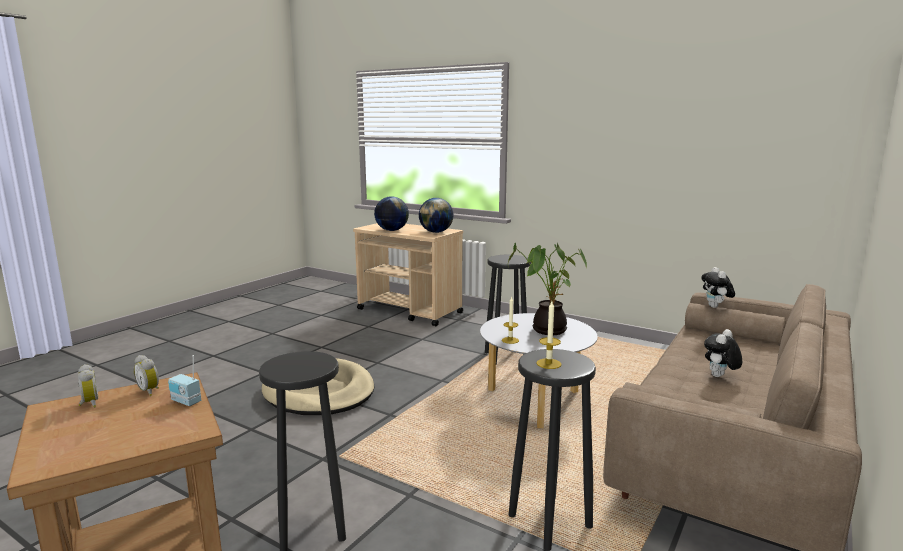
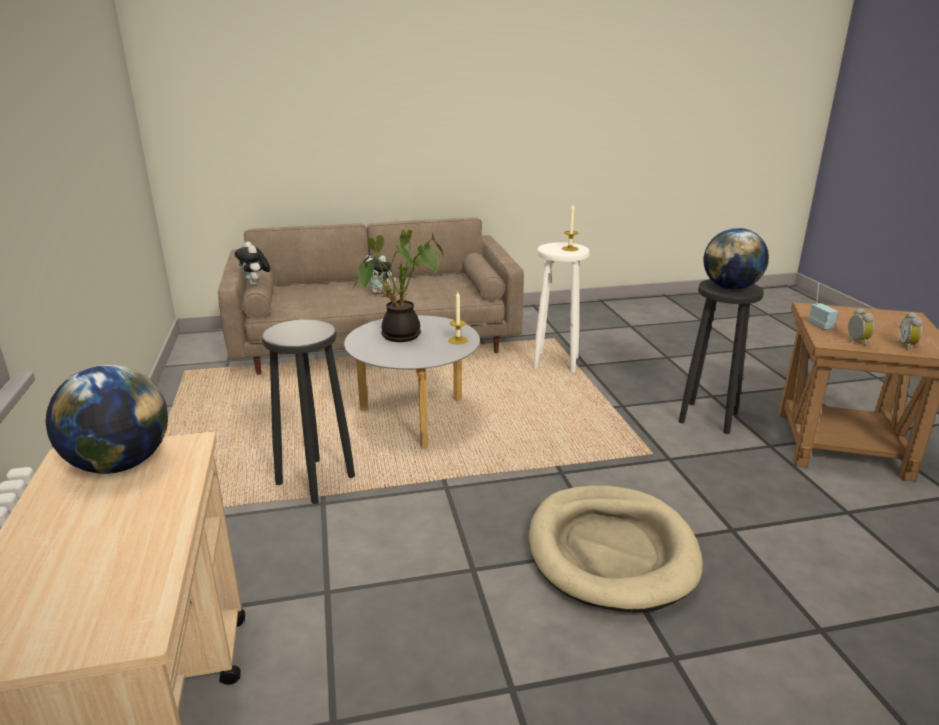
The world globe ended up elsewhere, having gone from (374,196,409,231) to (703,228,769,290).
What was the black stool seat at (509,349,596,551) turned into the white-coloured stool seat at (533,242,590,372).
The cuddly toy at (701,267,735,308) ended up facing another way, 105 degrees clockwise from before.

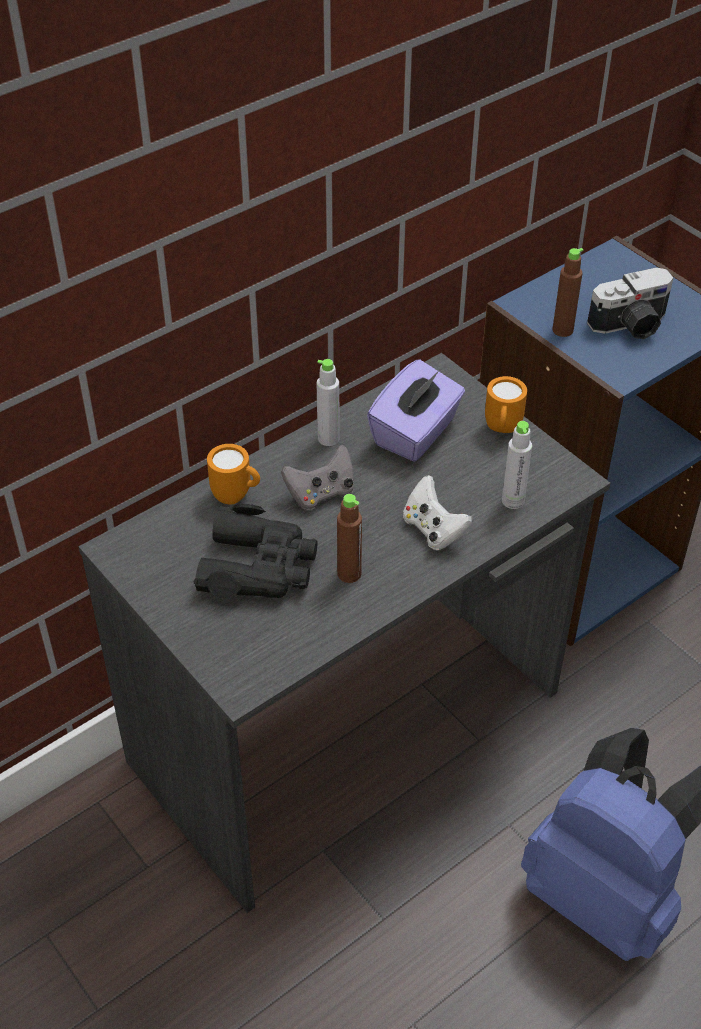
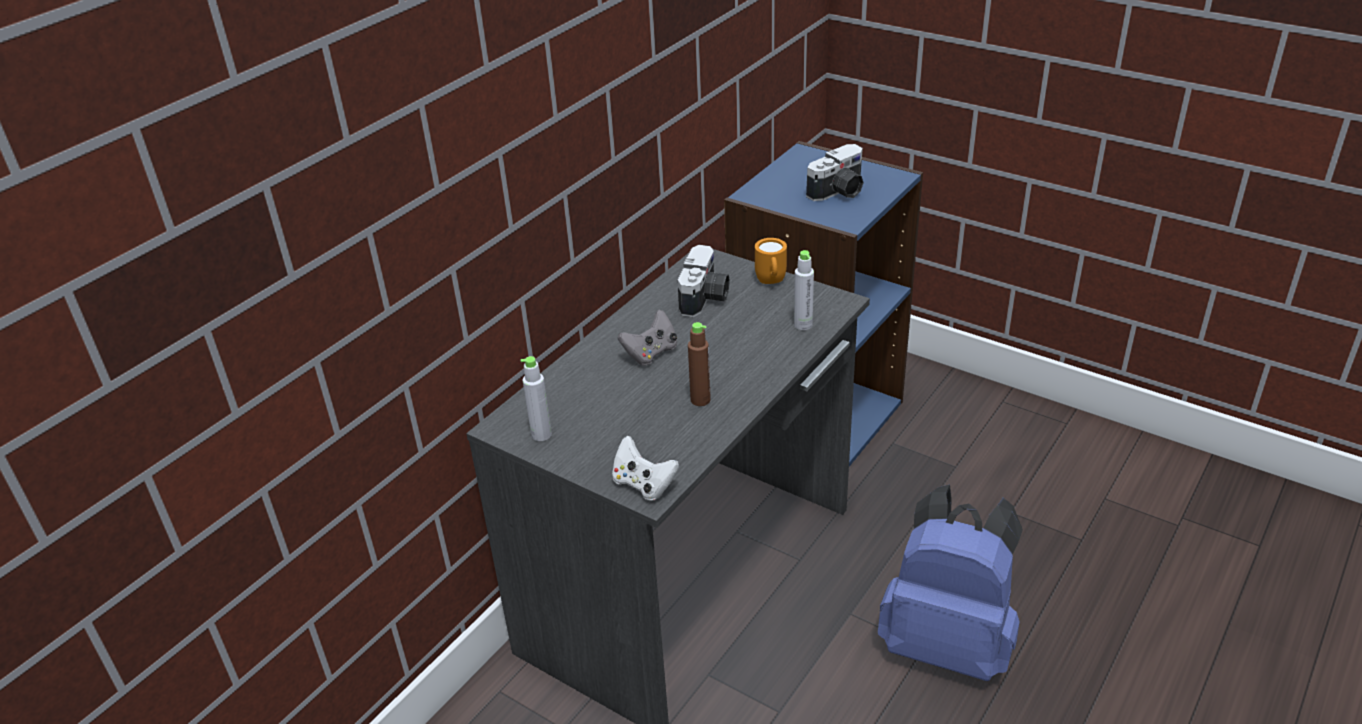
The second view lost the black binoculars at (194,504,318,601).
The second view lost the orange coffee mug at (207,444,260,505).
The second view lost the brownish drink bottle at (553,248,583,337).
The greyish drink bottle ended up elsewhere, having gone from (317,359,340,446) to (521,356,552,441).
The white-coloured gamepad ended up elsewhere, having gone from (403,475,472,550) to (612,436,679,501).
Where the purple-coloured tissue box stood at (367,359,465,462), the still camera came to stand at (678,245,730,317).

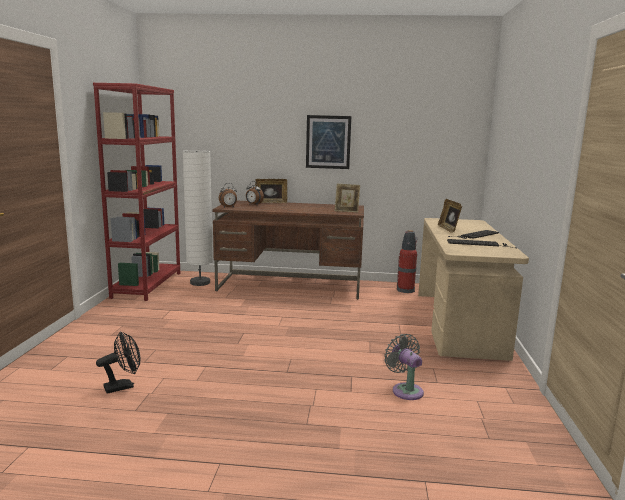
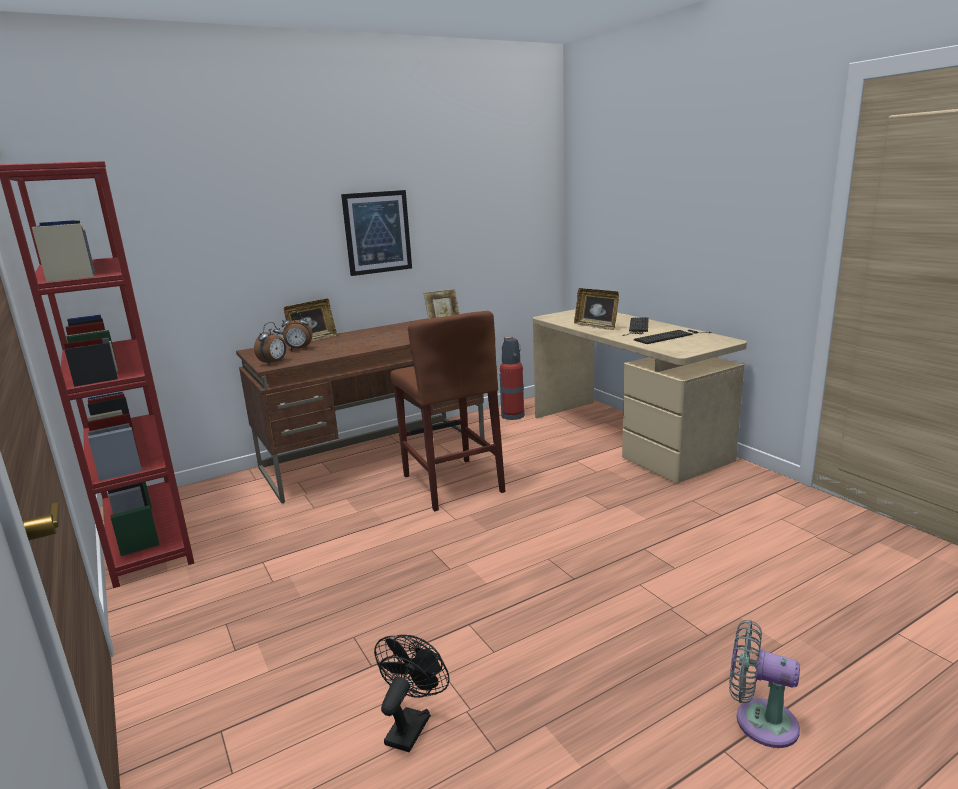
The second view lost the white-coloured standard lamp at (183,150,213,286).
The second view gained the brownish stool seat at (390,311,506,512).
The greyish electric fan ended up elsewhere, having gone from (384,334,424,400) to (729,620,800,748).

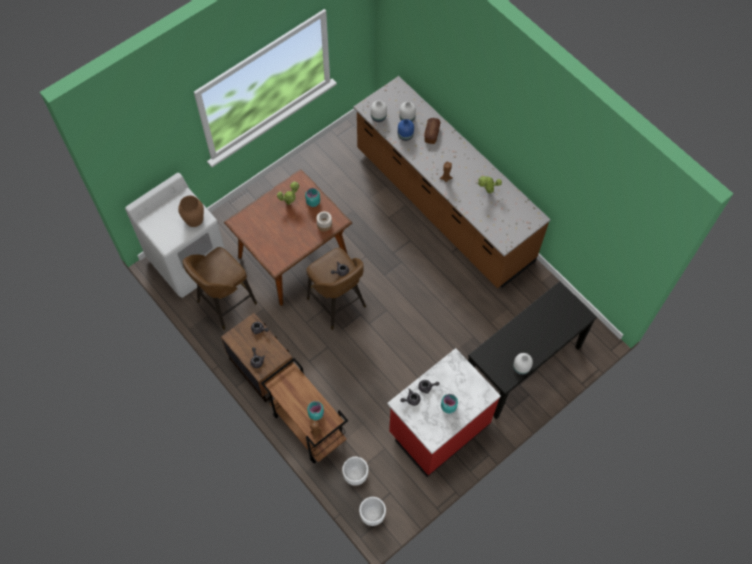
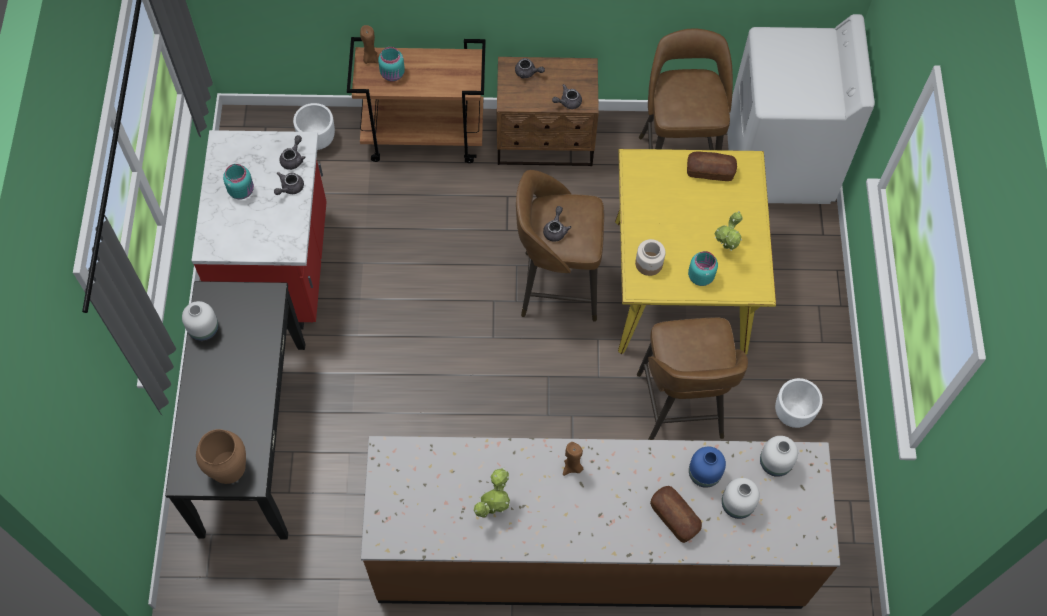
The second view gained the brownish stool seat at (637,317,748,440).
The second view gained the bread at (687,151,737,181).
The brownish decorative vase ended up elsewhere, having gone from (178,196,204,227) to (196,429,246,484).
The white-coloured plant pot ended up elsewhere, having gone from (359,497,386,526) to (775,378,823,428).
What was the brownish kitchen table at (224,169,352,306) turned into the yellow-coloured kitchen table at (615,149,776,354).

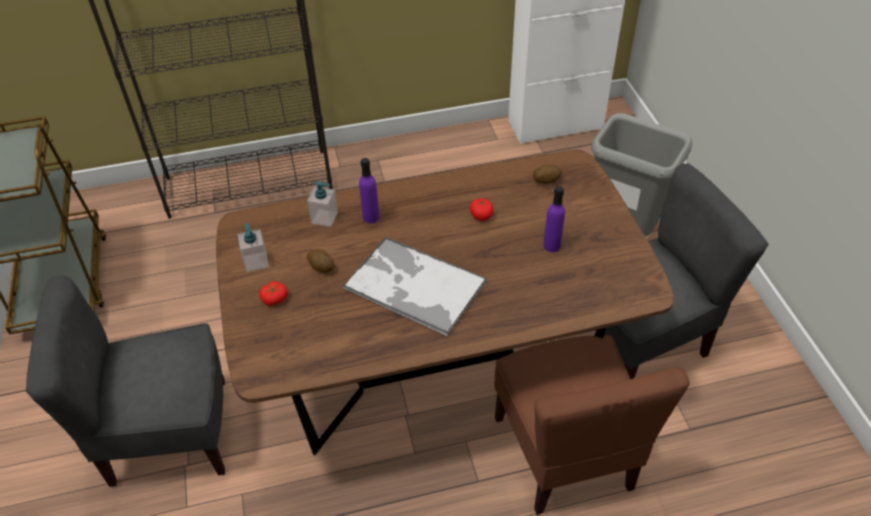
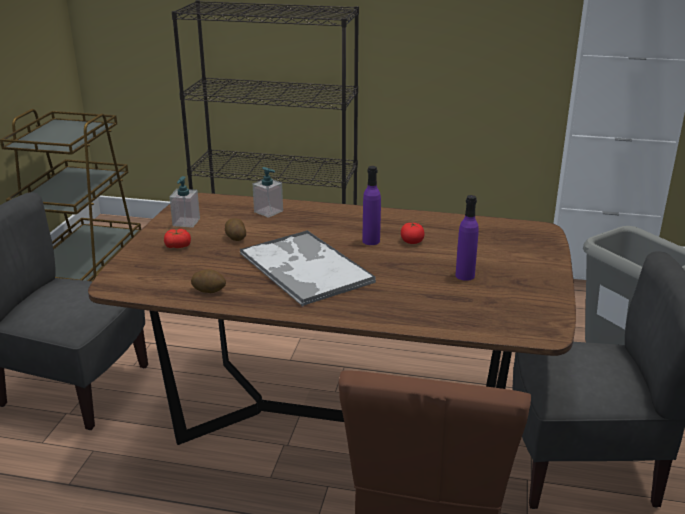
The purple-coloured drink bottle ended up elsewhere, having gone from (359,158,379,223) to (362,166,381,245).
The potato ended up elsewhere, having gone from (533,164,562,184) to (191,269,226,293).

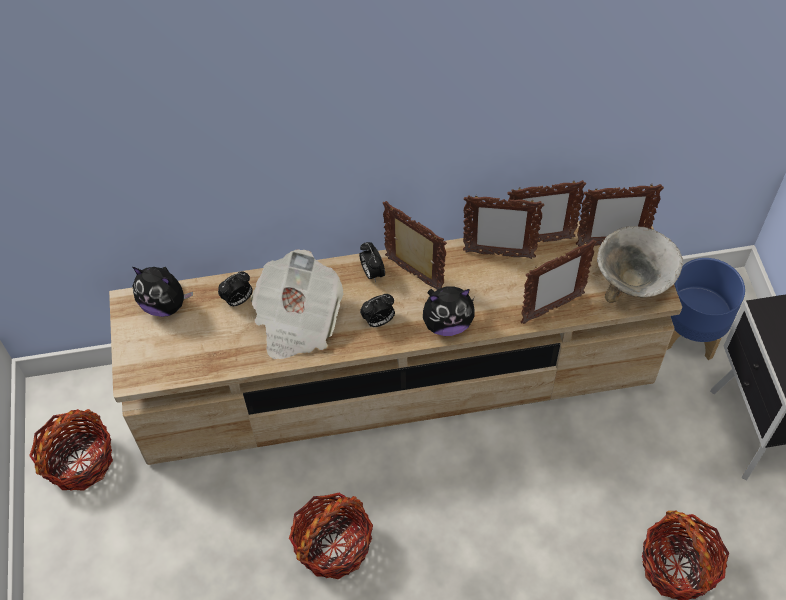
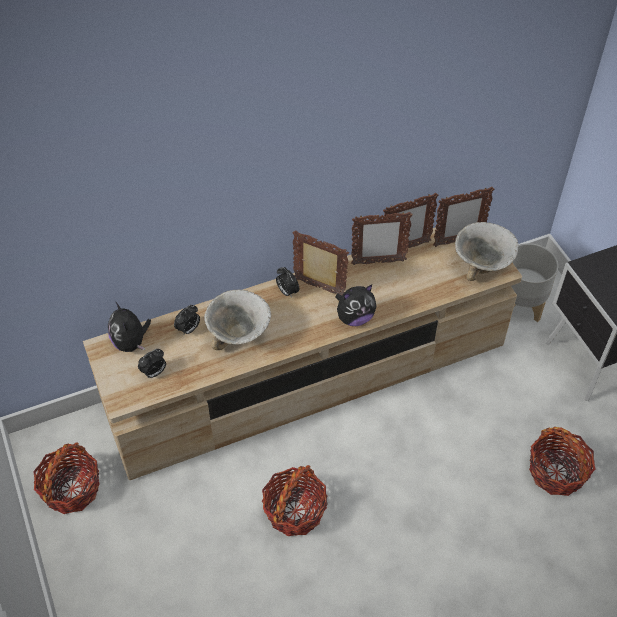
The second view lost the picture frame at (521,239,597,324).
The alarm clock ended up elsewhere, having gone from (360,294,395,327) to (138,349,166,379).
Where the newspaper stood at (251,250,343,359), the bowl came to stand at (204,290,271,350).
What was the blue plant pot at (667,258,745,360) turned into the greyish plant pot at (511,243,558,322).
The cuddly toy at (133,267,193,317) ended up facing another way, 60 degrees clockwise from before.

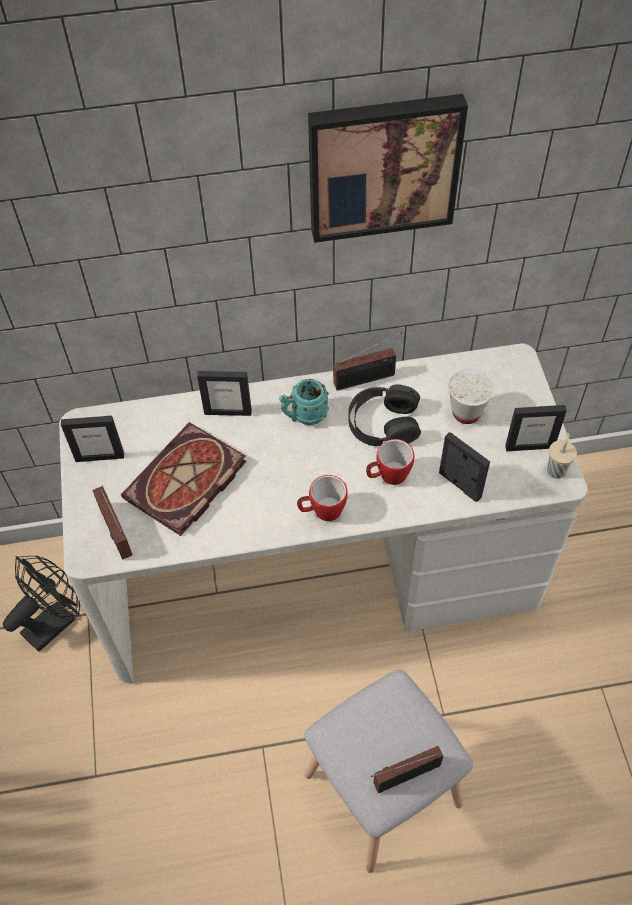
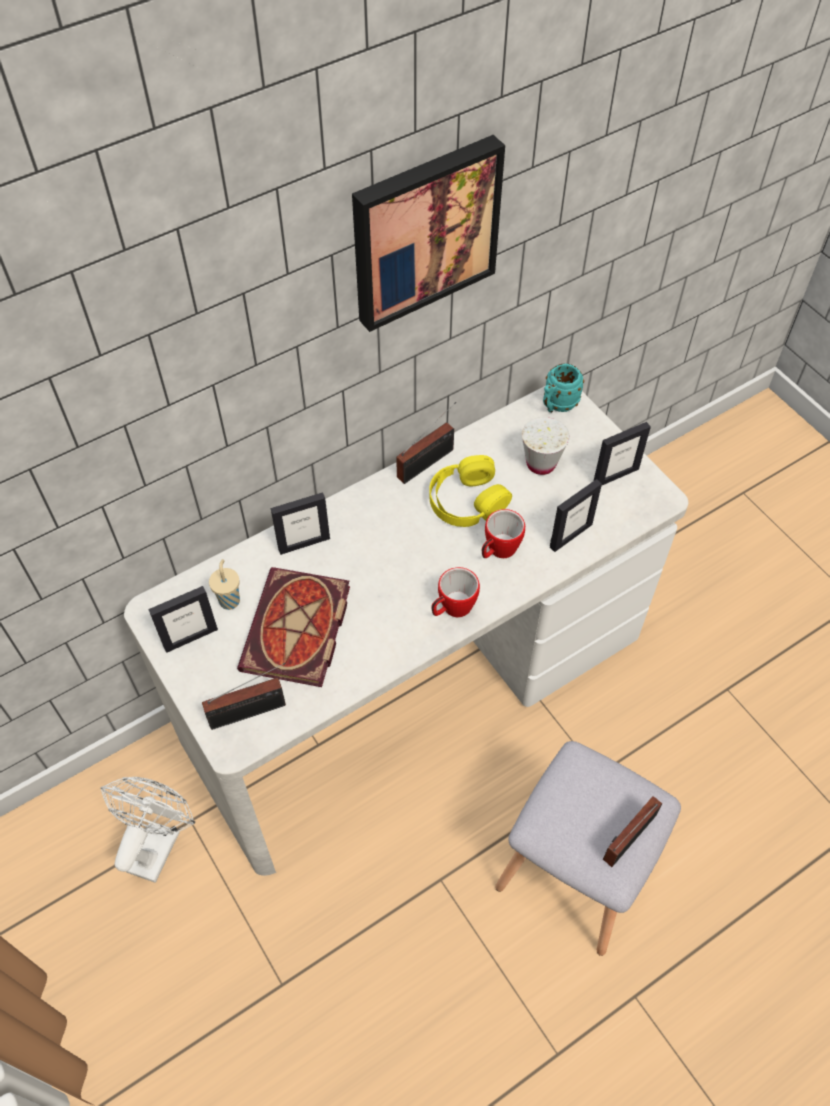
The turquoise-coloured coffee mug ended up elsewhere, having gone from (279,379,329,425) to (543,363,584,413).
The beige-coloured cup ended up elsewhere, having gone from (547,433,577,479) to (209,559,240,610).
What was the black electric fan at (3,555,80,652) turned into the white-coloured electric fan at (100,777,195,883).
What was the black headphones at (348,384,421,446) turned into the yellow-coloured headphones at (429,455,512,527).
The radio set at (92,486,132,560) ended up facing another way, 60 degrees counterclockwise from before.
The picture frame at (439,432,490,502) ended up facing another way, 120 degrees clockwise from before.

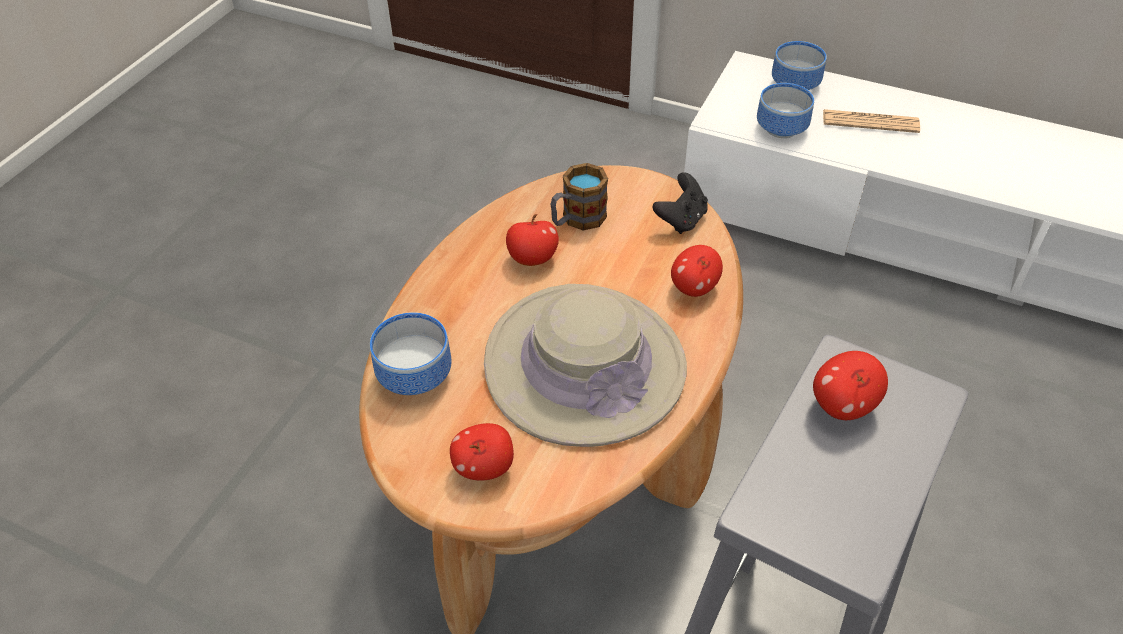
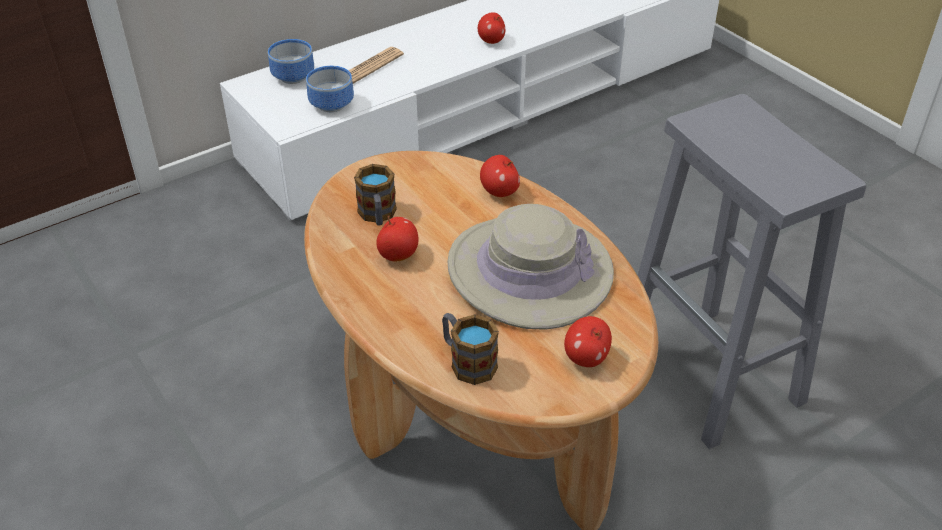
The second view lost the black gamepad at (652,172,708,234).
The whole apple ended up elsewhere, having gone from (813,351,888,420) to (478,12,505,44).
Where the bowl stood at (370,312,452,395), the coffee mug came to stand at (442,313,499,385).

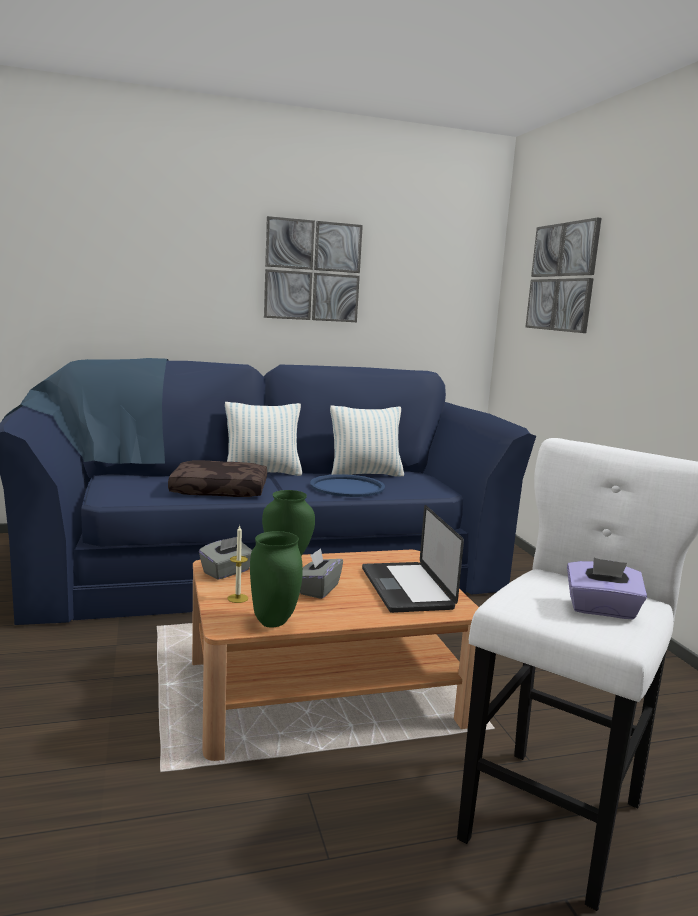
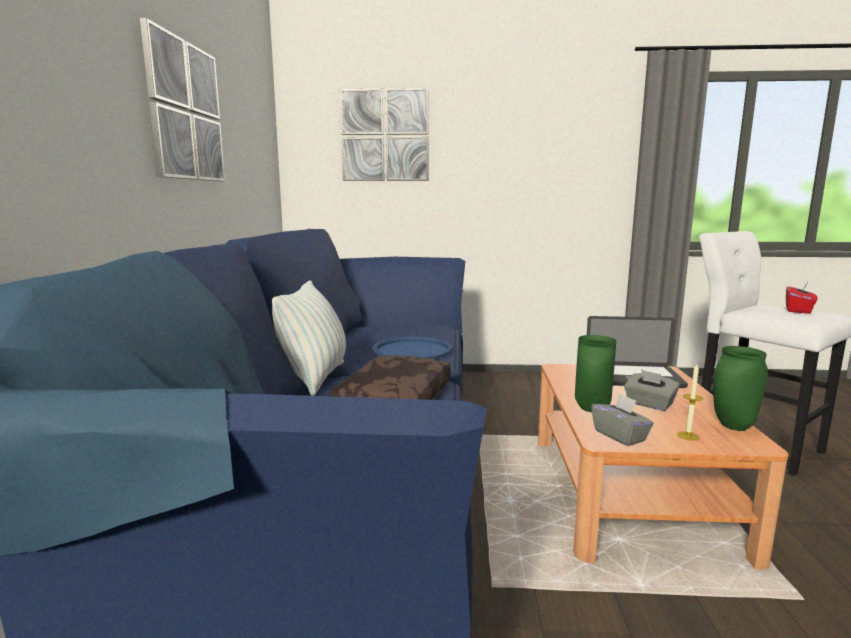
The second view lost the throw pillow at (330,405,404,477).
What was the purple-coloured tissue box at (567,558,647,619) turned into the red-coloured tissue box at (786,282,818,314).

